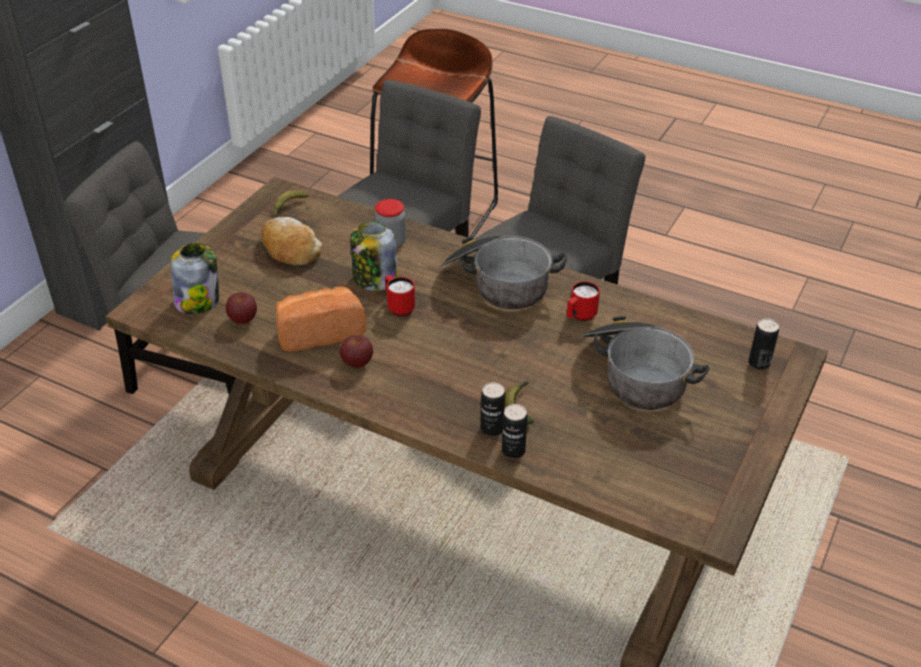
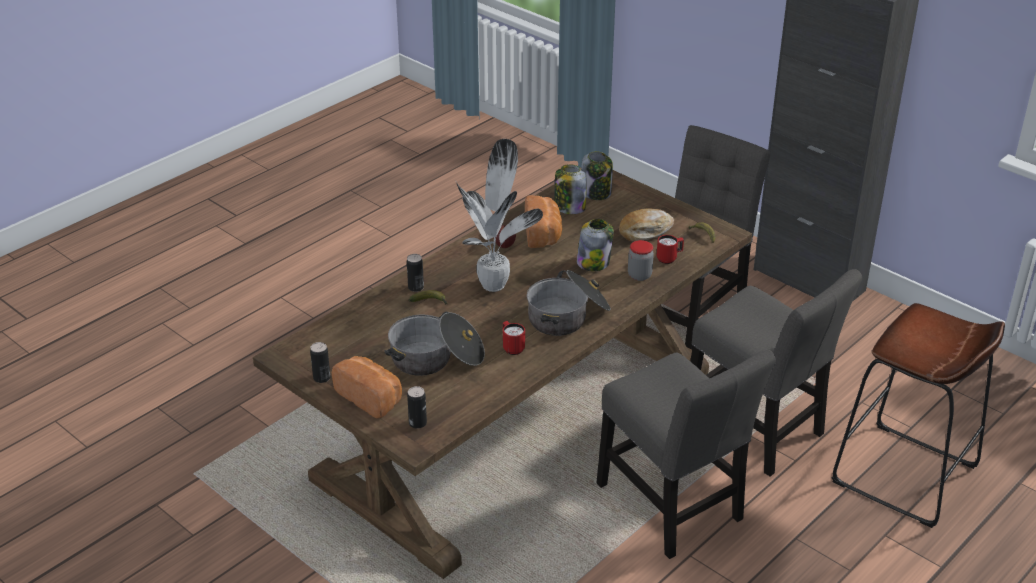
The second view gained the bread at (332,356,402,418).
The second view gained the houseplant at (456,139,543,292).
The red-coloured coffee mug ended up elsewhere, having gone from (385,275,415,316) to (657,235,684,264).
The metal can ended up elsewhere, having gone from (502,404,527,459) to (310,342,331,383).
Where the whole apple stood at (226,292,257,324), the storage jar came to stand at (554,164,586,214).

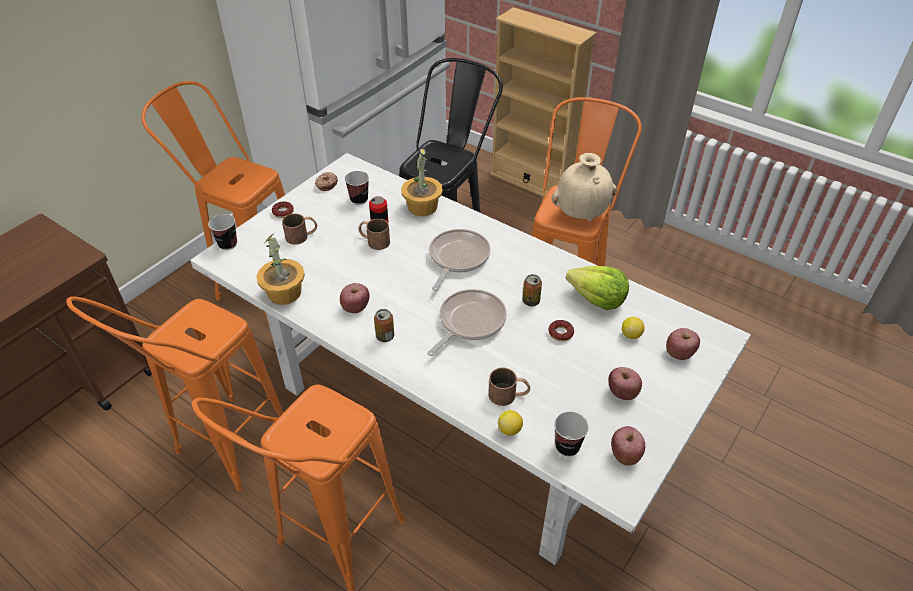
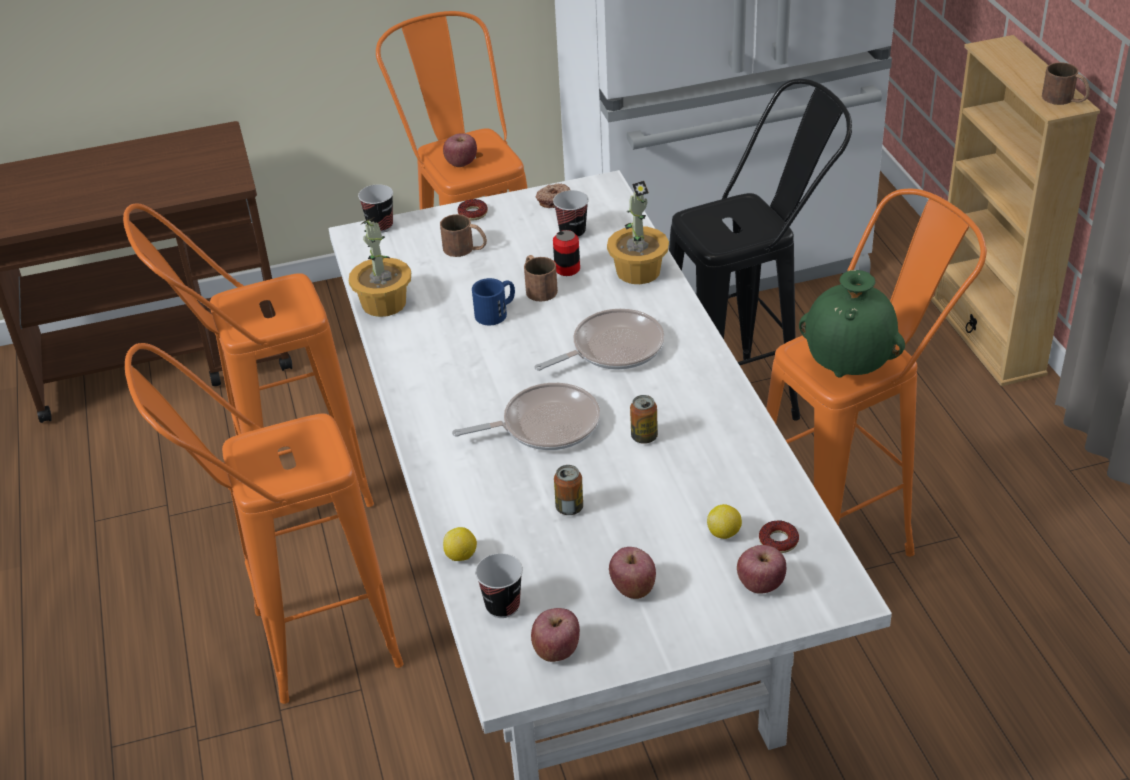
The second view lost the lettuce at (566,266,629,310).
The second view gained the blue coffee mug at (472,278,515,325).
The whole apple ended up elsewhere, having gone from (340,283,369,313) to (443,133,477,167).
The metal can ended up elsewhere, having gone from (374,309,394,342) to (554,465,583,515).
The brownish coffee mug ended up elsewhere, having gone from (489,367,530,406) to (1042,62,1090,105).
The ring doughnut ended up elsewhere, having gone from (548,320,574,341) to (759,520,799,553).
What was the beige-coloured decorative vase at (552,153,617,221) turned into the green decorative vase at (799,270,905,378).

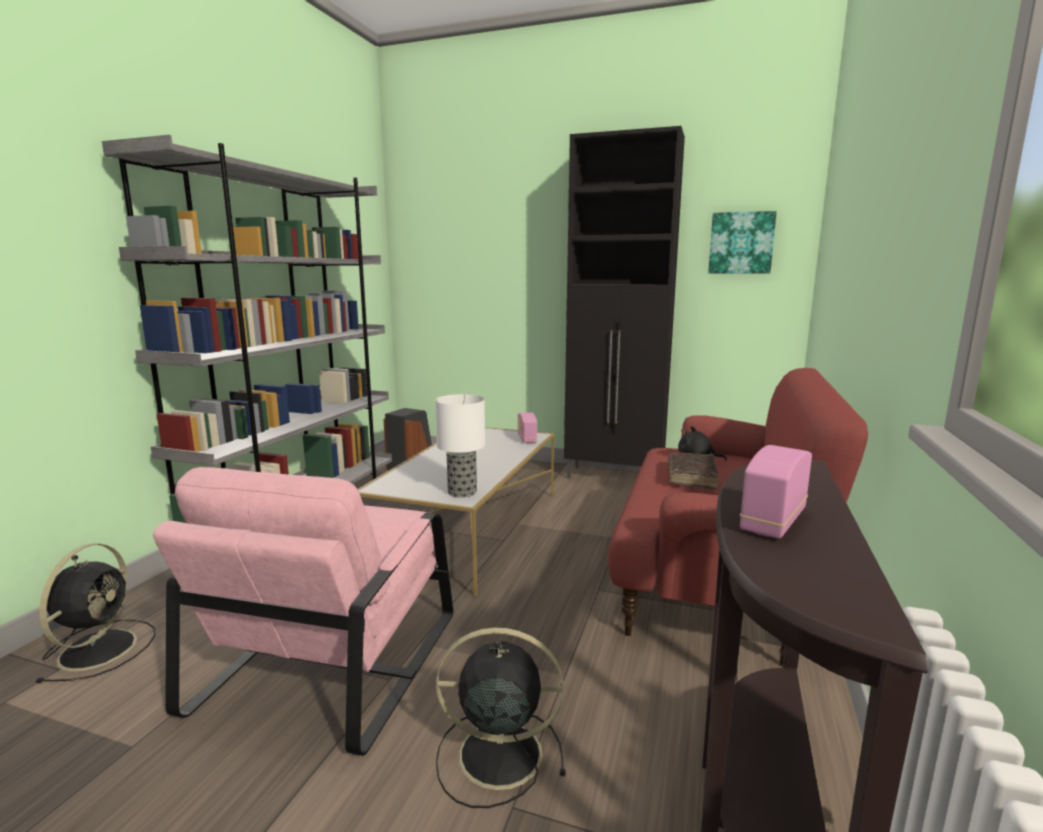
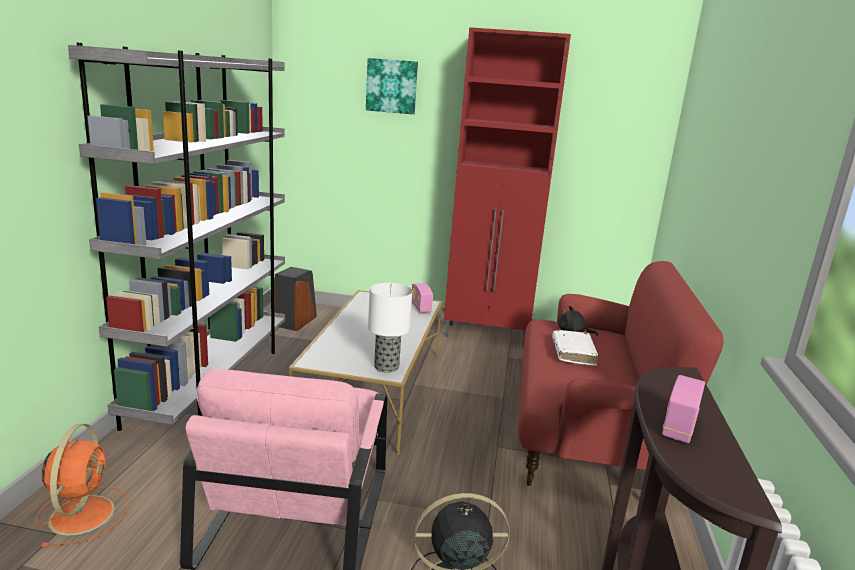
The wall art ended up elsewhere, having gone from (708,211,777,274) to (366,58,418,114).
What was the black electric fan at (36,544,155,683) turned into the orange electric fan at (36,424,129,547).
What was the black storage cabinet at (564,126,685,479) turned into the red-coloured storage cabinet at (444,27,571,348).
What was the brownish book at (668,452,719,489) turned into the white-coloured book at (552,330,598,366).

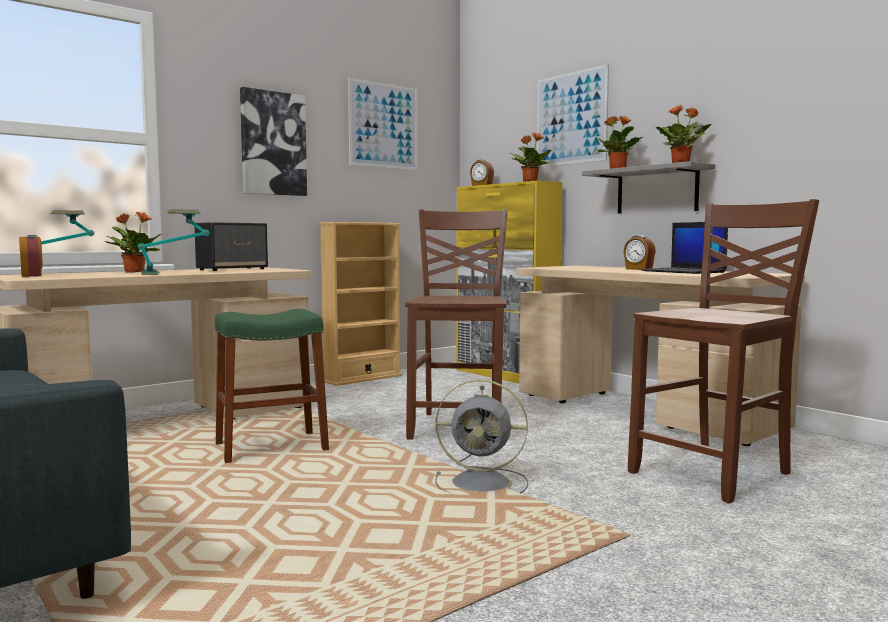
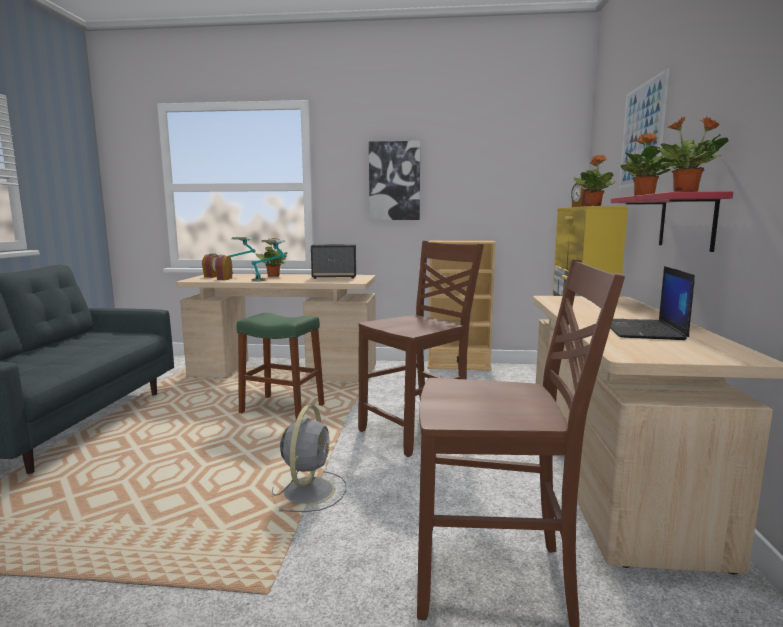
The second view lost the wall art at (348,78,418,170).
The alarm clock ended up elsewhere, having gone from (624,235,656,270) to (215,255,232,280).
What was the greyish wall shelf at (582,161,715,214) turned into the red-coloured wall shelf at (611,192,733,252).
The greyish electric fan at (435,380,528,493) ended up facing another way, 135 degrees counterclockwise from before.

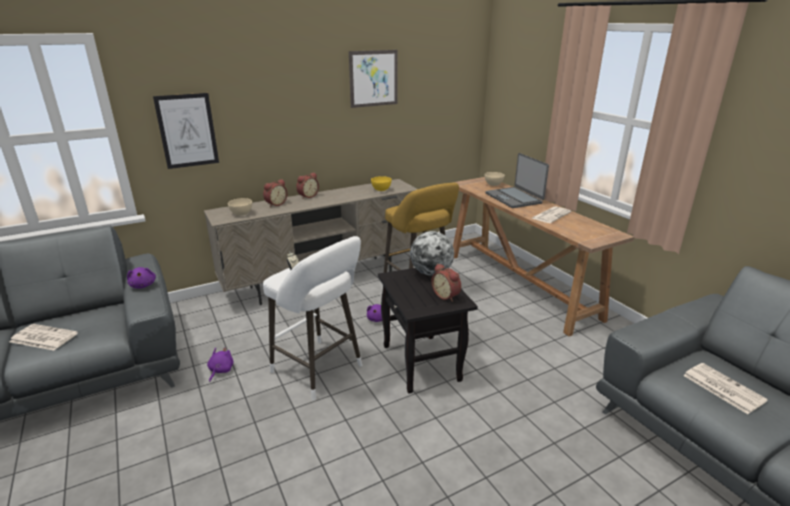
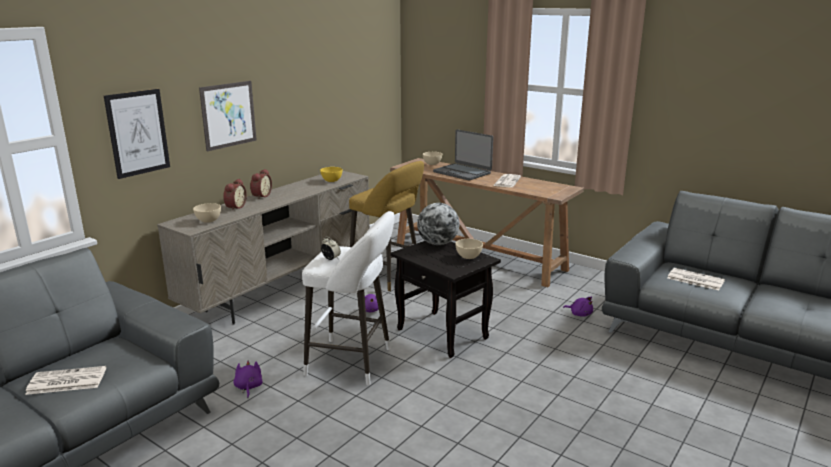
The purple-coloured cuddly toy ended up elsewhere, having gone from (127,267,156,288) to (563,297,593,317).
The wall art ended up elsewhere, having gone from (349,50,397,108) to (199,81,257,151).
Where the alarm clock stood at (432,264,461,302), the beige-coloured bowl came to stand at (455,239,483,259).

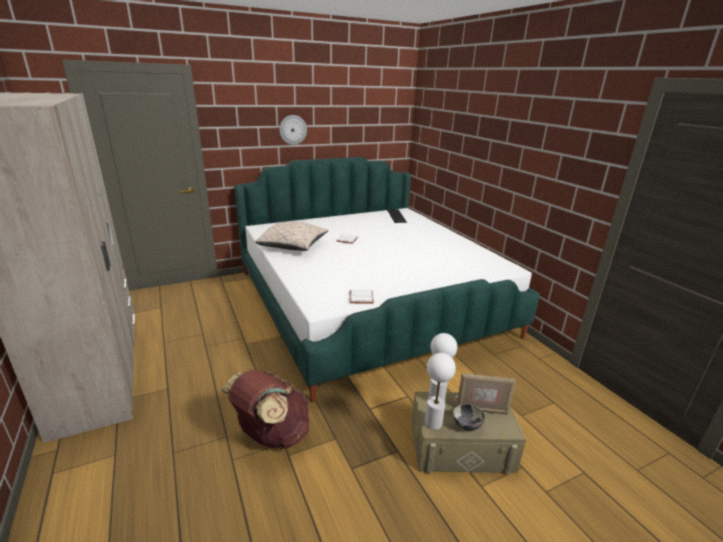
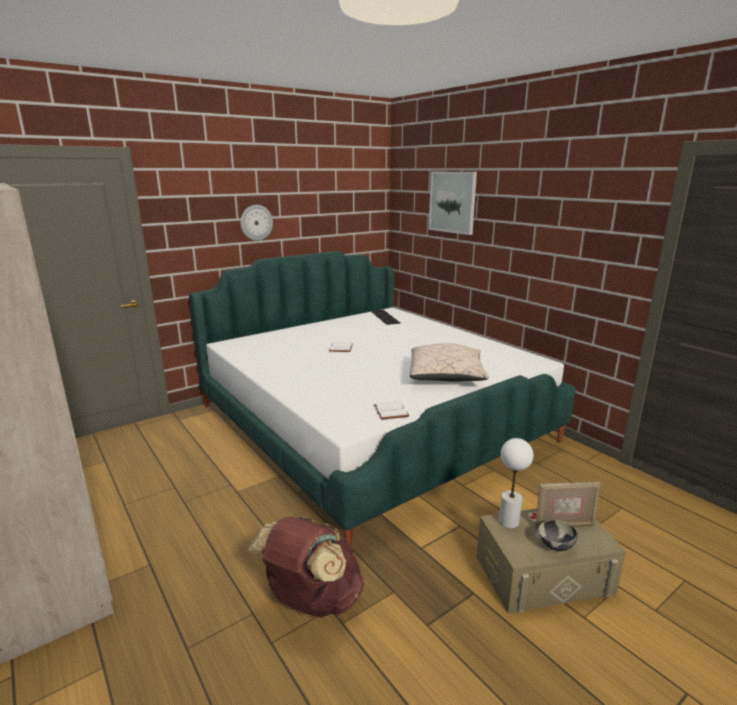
The second view lost the white-coloured tabletop lamp at (425,353,456,430).
The second view gained the wall art at (429,172,477,235).
The beige-coloured throw pillow ended up elsewhere, having gone from (256,222,329,251) to (410,343,489,381).

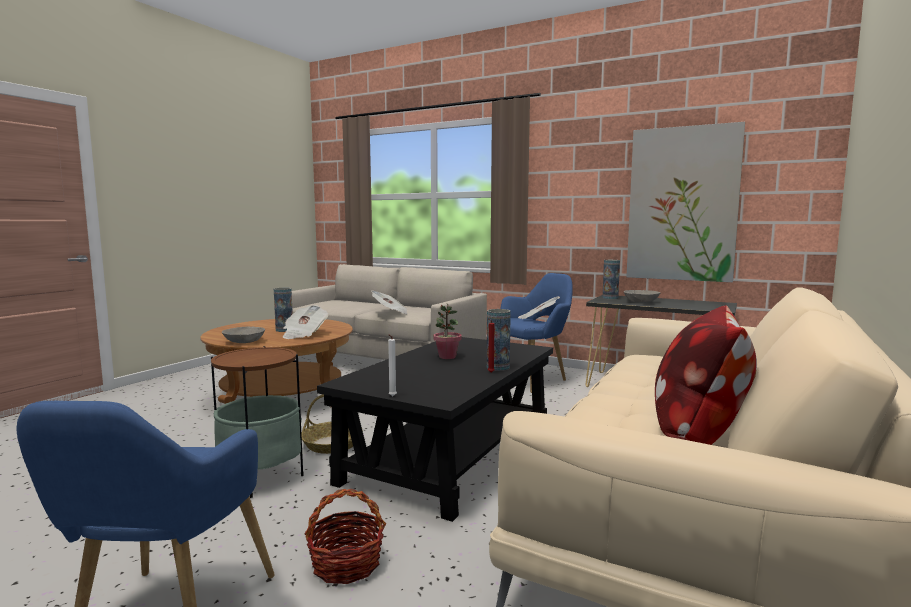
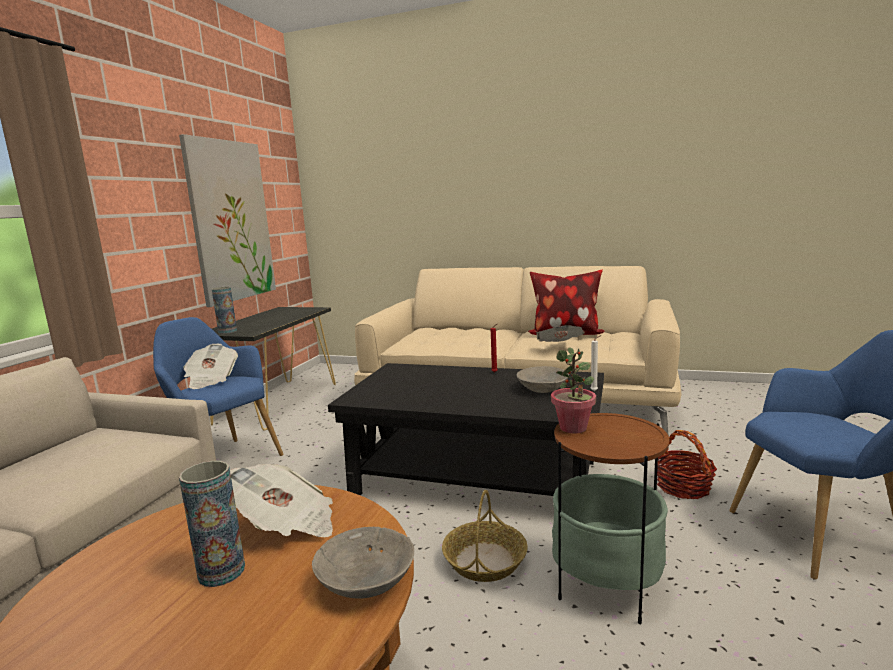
The second view lost the decorative vase at (487,309,511,371).
The newspaper ended up elsewhere, having gone from (371,290,407,314) to (536,325,584,342).
The houseplant ended up elsewhere, having gone from (433,304,462,359) to (551,348,596,433).
The greyish bowl ended up elsewhere, having gone from (624,290,660,302) to (517,366,569,393).

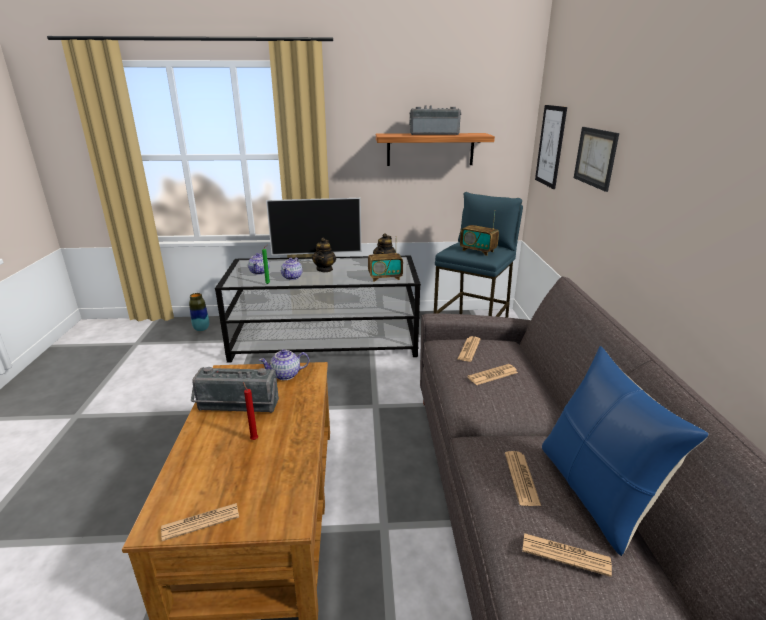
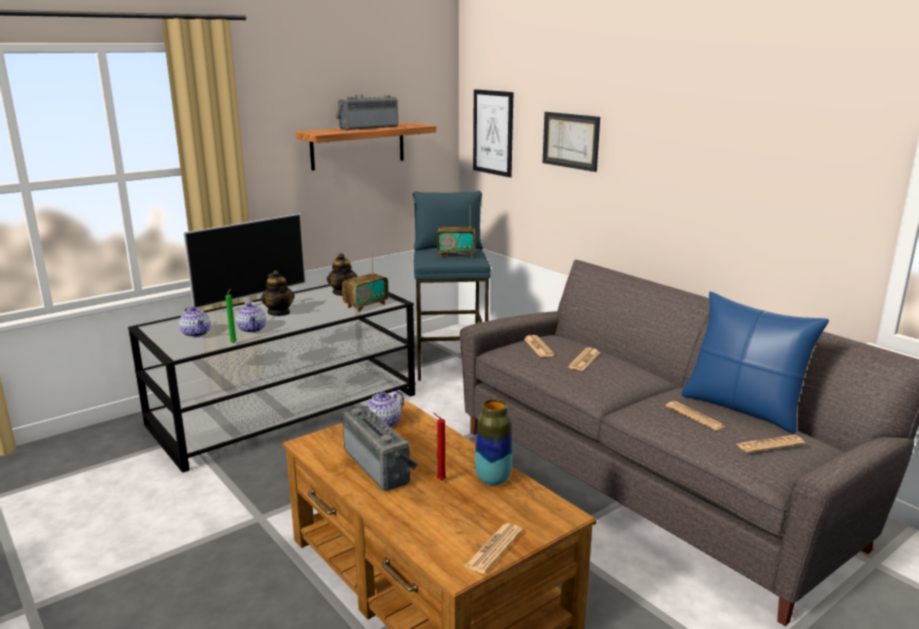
The decorative vase ended up elsewhere, having gone from (189,293,209,331) to (475,399,512,486).
The radio set at (191,367,279,413) ended up facing another way, 90 degrees counterclockwise from before.

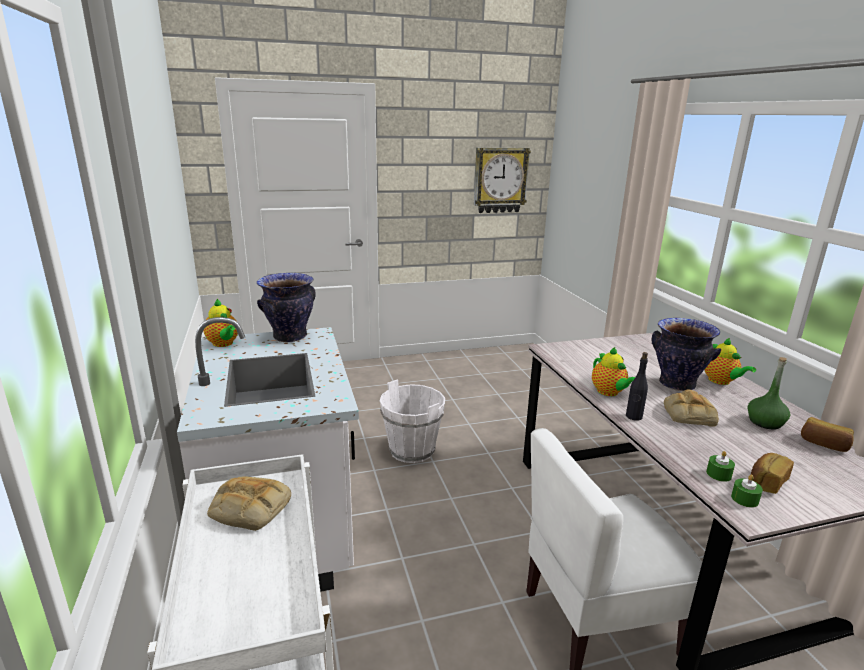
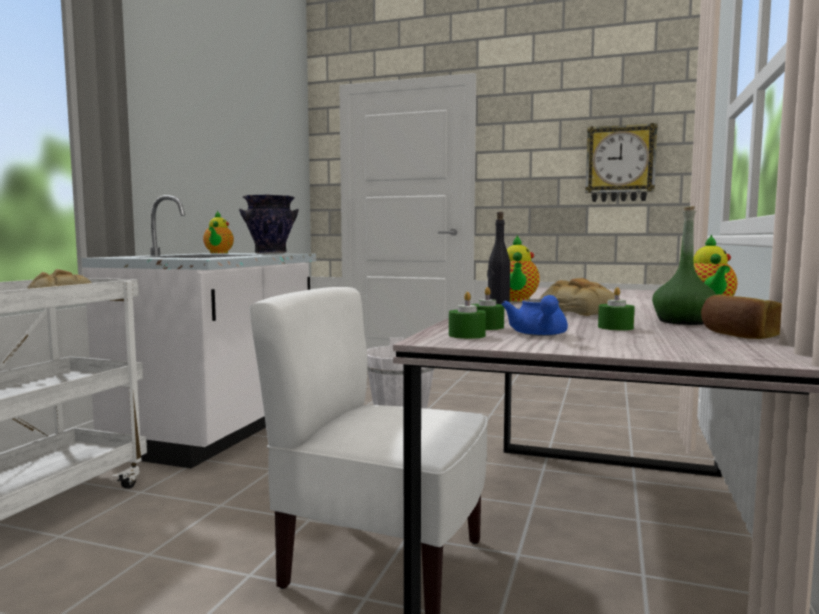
The second view lost the decorative vase at (652,318,721,391).
The second view gained the green wax light at (598,287,635,330).
Where the bread stood at (751,453,794,494), the blue tea pot came to stand at (501,295,568,336).

